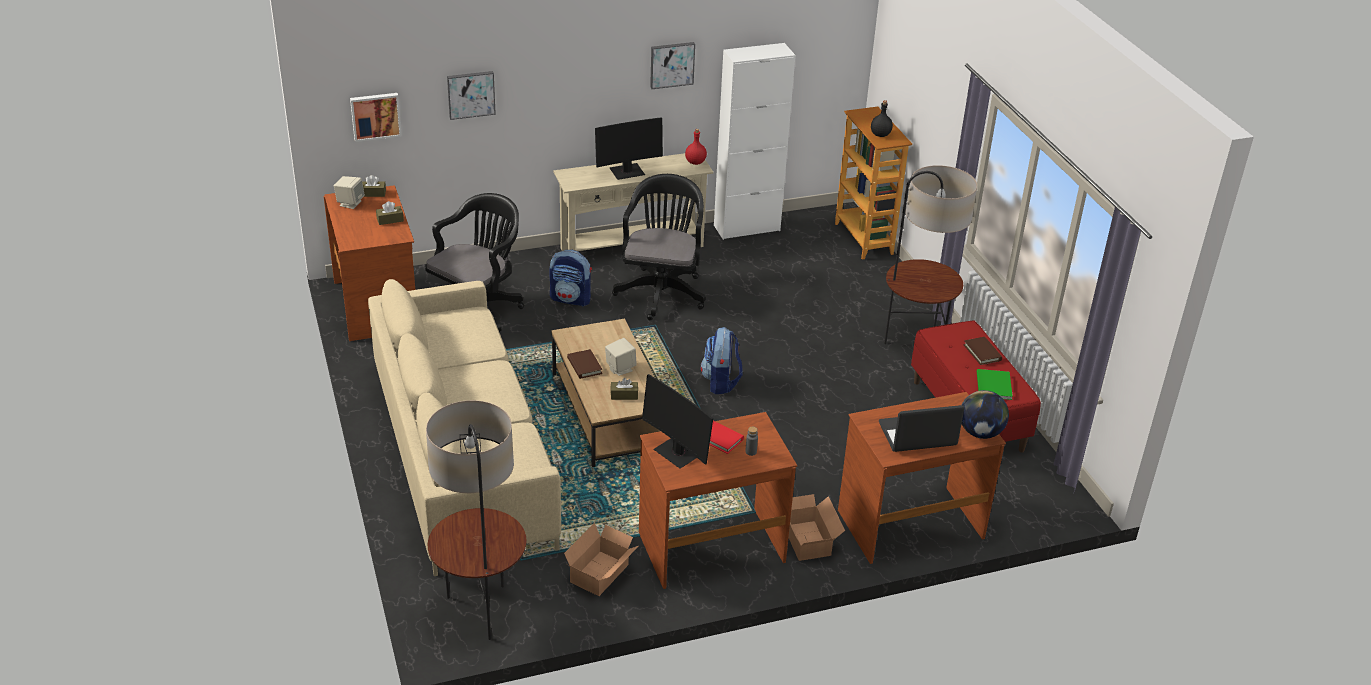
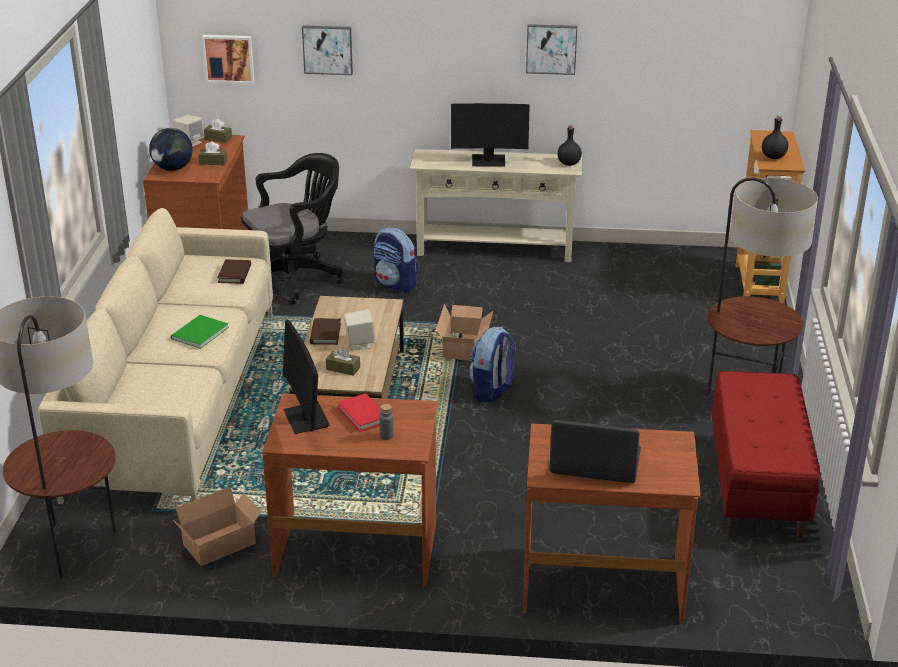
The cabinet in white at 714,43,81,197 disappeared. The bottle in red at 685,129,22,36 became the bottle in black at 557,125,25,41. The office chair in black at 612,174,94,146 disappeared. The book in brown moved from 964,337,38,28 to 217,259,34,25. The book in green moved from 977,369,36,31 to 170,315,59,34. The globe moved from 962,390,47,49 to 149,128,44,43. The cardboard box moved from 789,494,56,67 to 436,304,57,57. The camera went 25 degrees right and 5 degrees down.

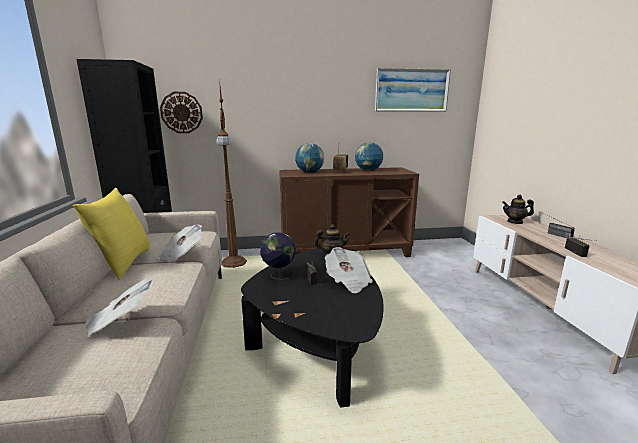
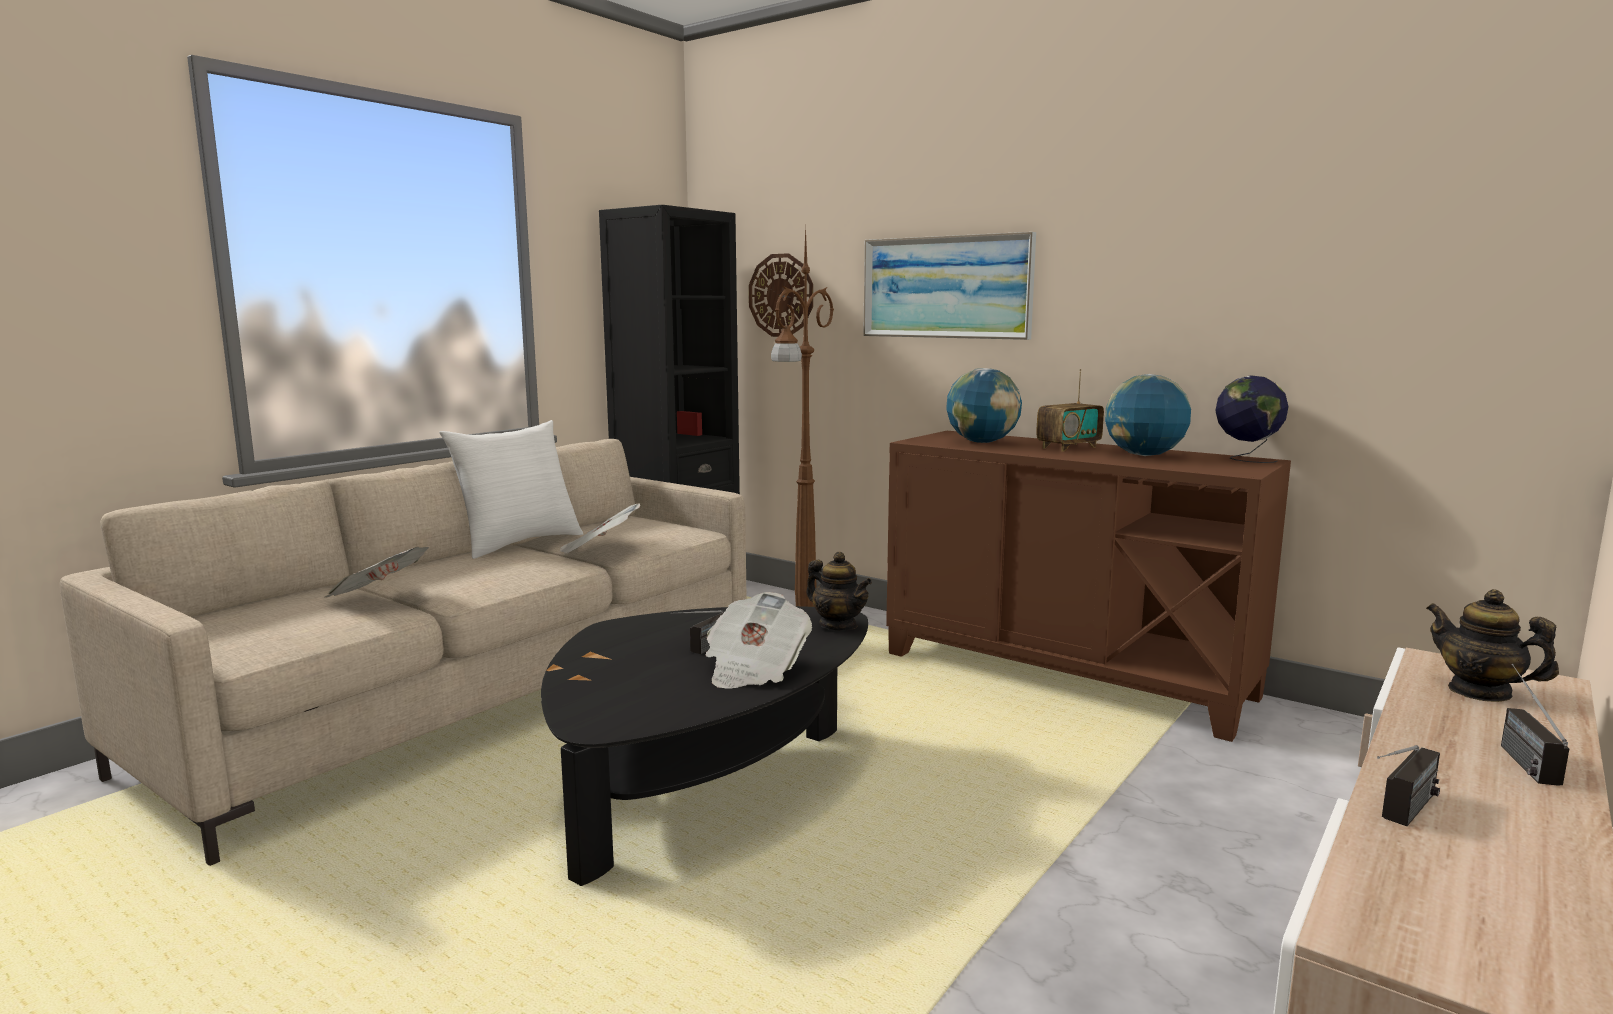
The picture moved from 375,68,76,44 to 863,232,173,108. The pillow in yellow at 73,188,78,92 became the pillow in white at 439,420,144,139. The globe moved from 260,232,36,48 to 1215,375,74,88. The camera went 45 degrees right and 5 degrees down.

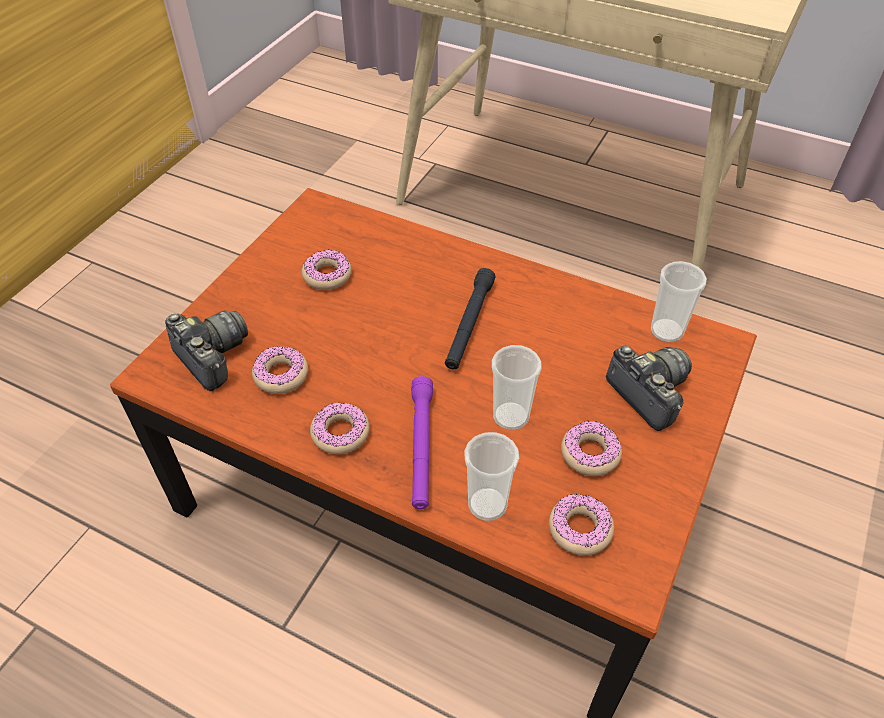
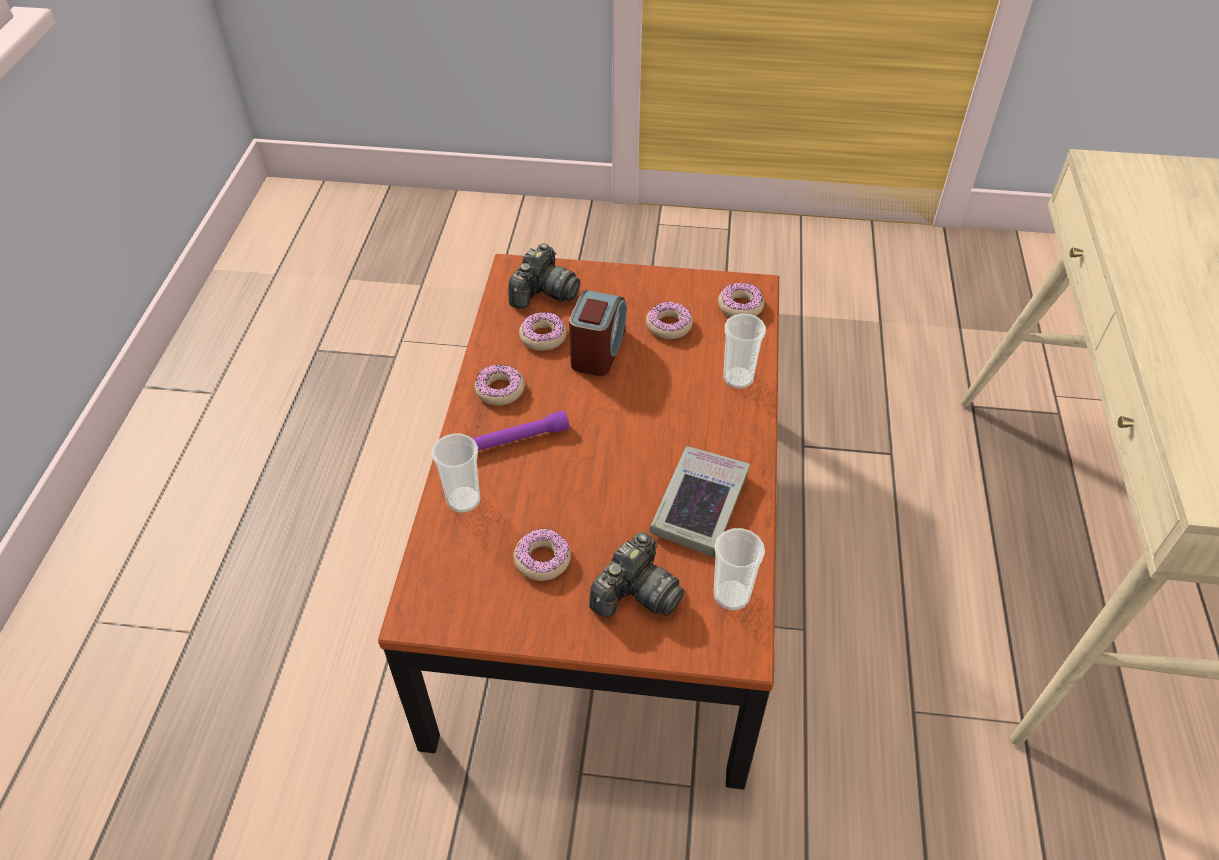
The flashlight in black at 445,268,50,101 disappeared. The cup moved from 492,345,50,85 to 723,313,43,76. The donut moved from 549,493,65,62 to 718,283,46,34. The alarm clock at 569,290,58,86 appeared. The book at 649,446,101,111 appeared. The camera went 70 degrees right and 0 degrees up.

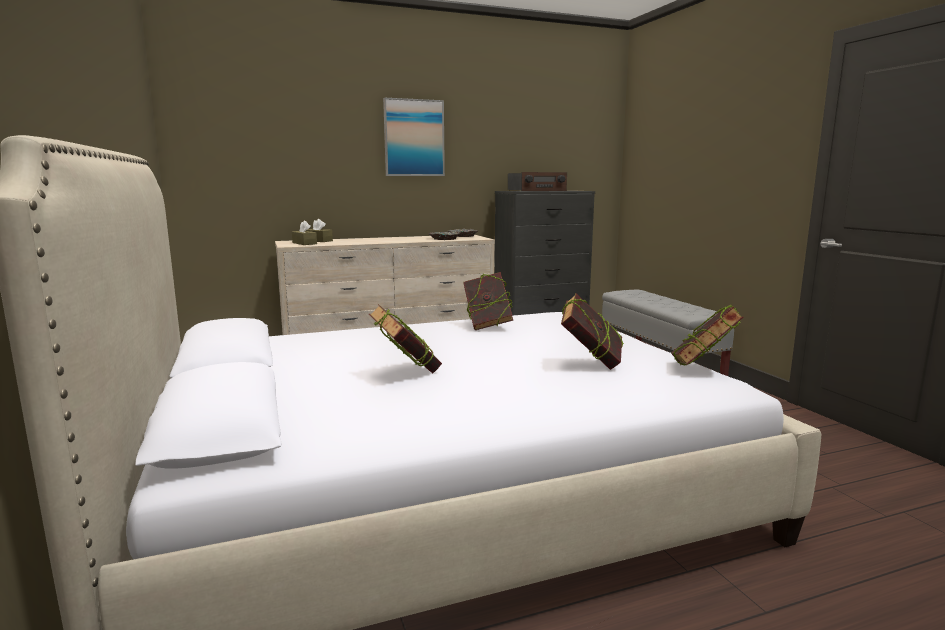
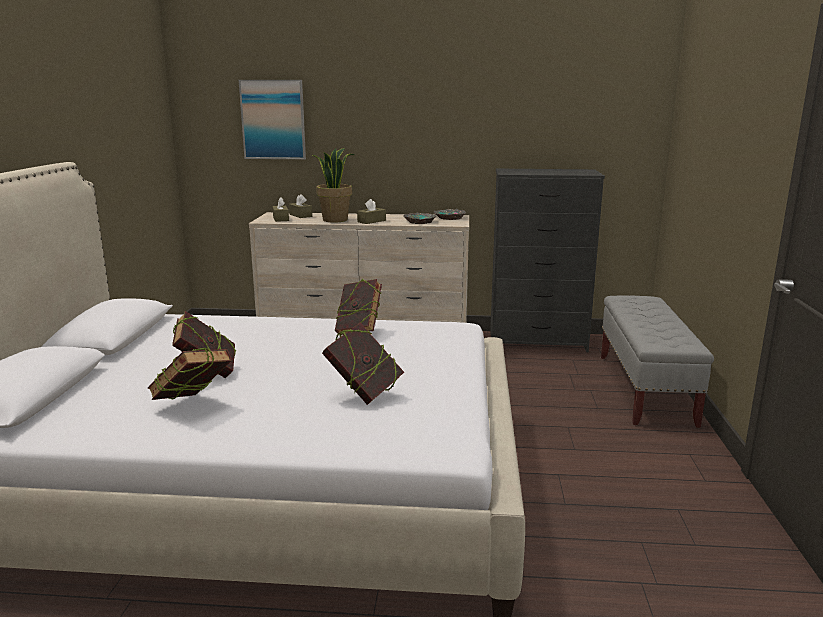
The picture moved from 383,98,62,78 to 239,80,67,79. The radio at 508,172,59,19 disappeared. The book moved from 671,305,73,61 to 148,347,84,53. The potted plant at 312,148,42,75 appeared. The tissue box in brown at 357,199,29,25 appeared. The camera went 25 degrees right and 5 degrees up.

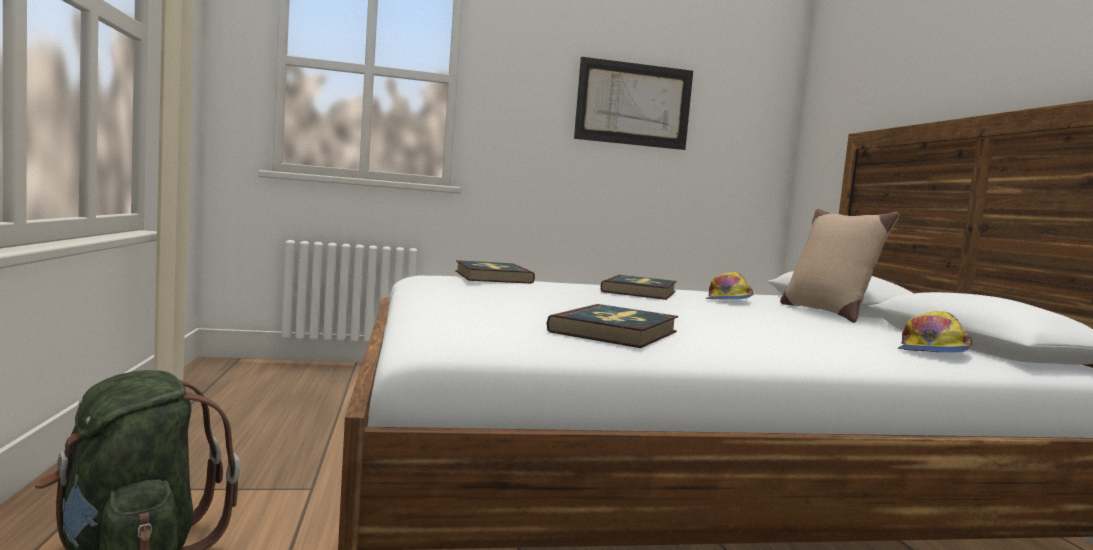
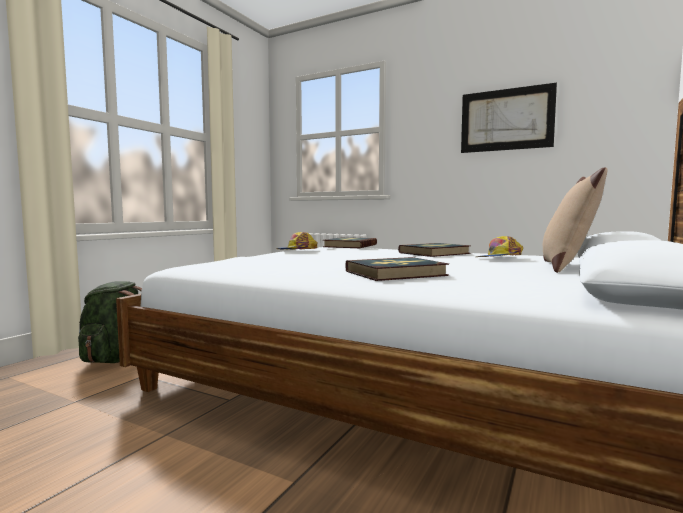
The book moved from 547,304,131,44 to 345,257,104,24. The cap moved from 898,311,75,42 to 276,232,42,17. The camera went 40 degrees right and 0 degrees up.

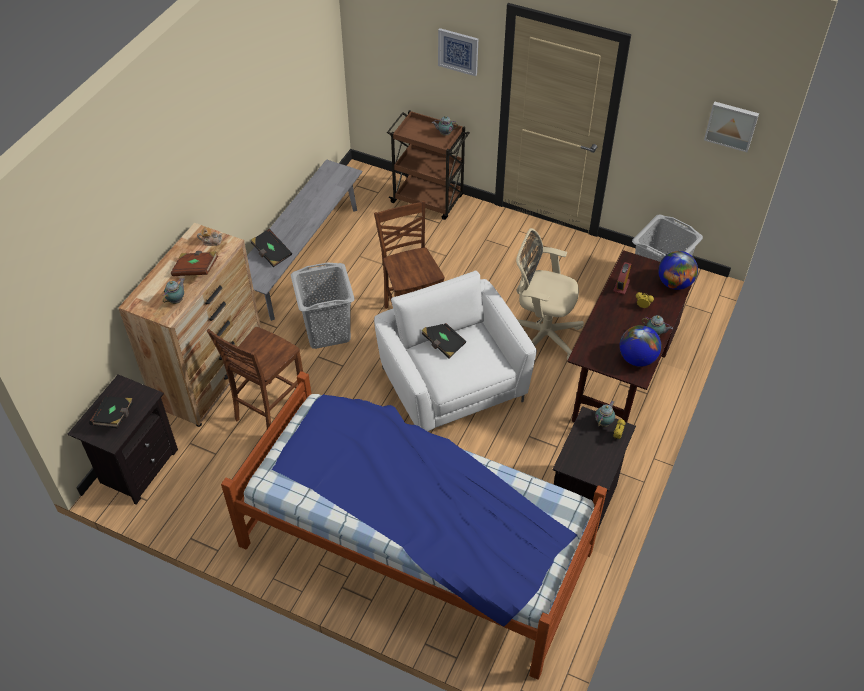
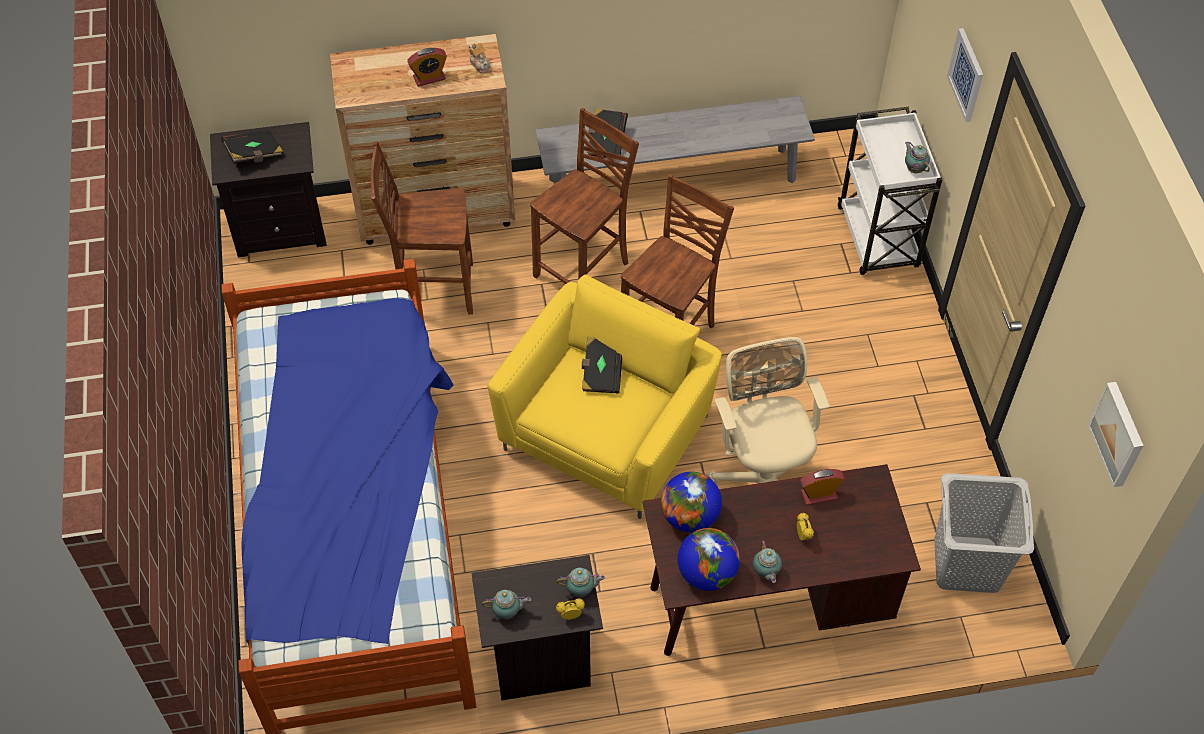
The cart in brown at 387,110,83,110 became the cart in white at 838,107,104,168. The book in brown at 171,251,47,25 was replaced by the alarm clock at 408,48,39,39. The globe moved from 658,251,40,39 to 661,472,61,61. The laundry basket in grey at 291,262,64,87 was replaced by the chair in brown at 530,108,109,176. The armchair in white at 374,271,163,160 became the armchair in yellow at 488,274,234,245. The teapot moved from 163,278,22,26 to 482,589,49,30. The camera went 55 degrees right and 5 degrees up.

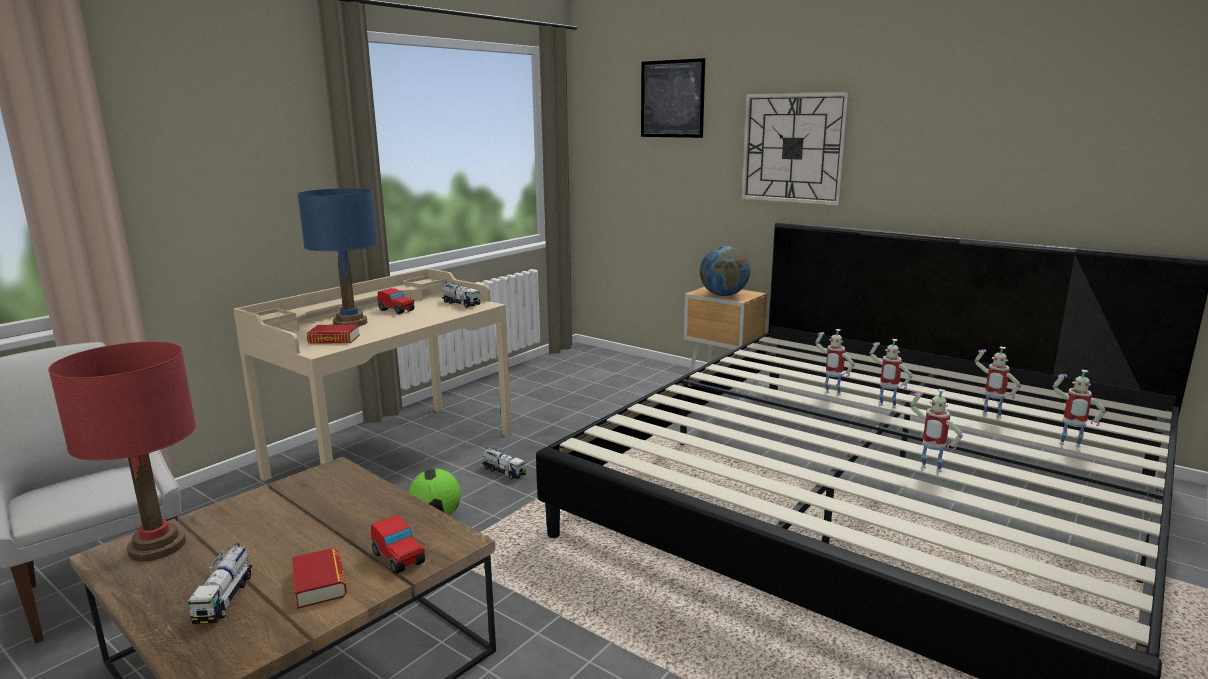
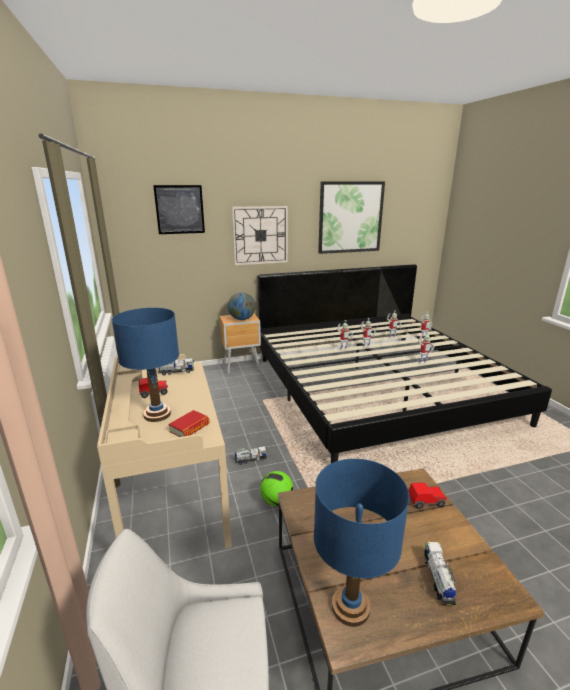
The table lamp in red at 48,342,148,219 became the table lamp in blue at 314,459,96,168. The toy truck at 188,543,64,81 turned 120 degrees counterclockwise. The book at 292,548,55,61 disappeared. The picture at 318,182,67,72 appeared. The camera went 55 degrees left and 5 degrees up.

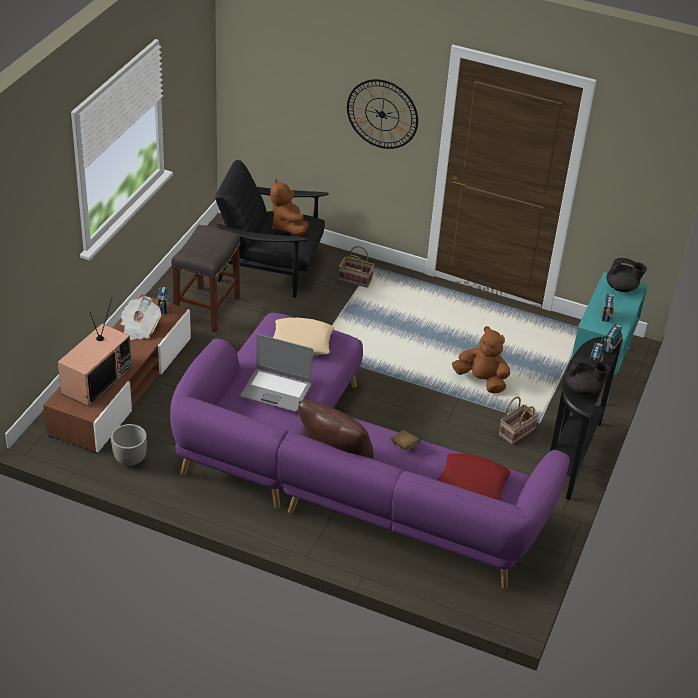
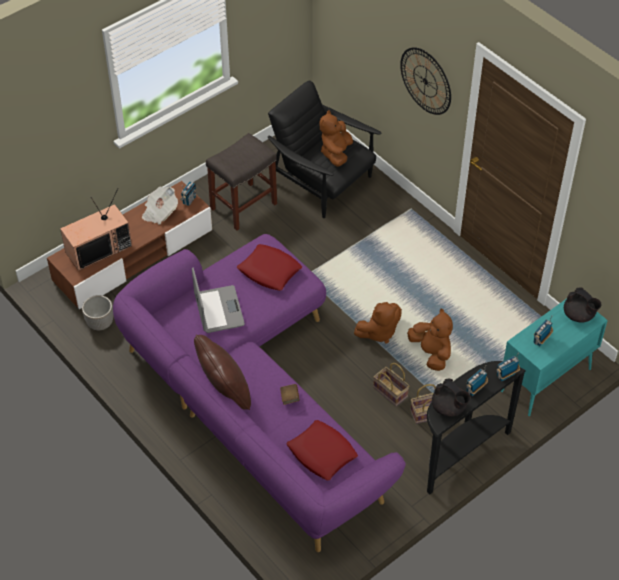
The basket moved from 339,246,35,42 to 373,363,37,43. The pillow in beige at 273,318,61,37 became the pillow in red at 237,244,65,47. The laptop at 240,334,74,78 turned 150 degrees counterclockwise. The plush toy in brown at 354,302,48,41 appeared. The camera went 30 degrees right and 10 degrees up.

